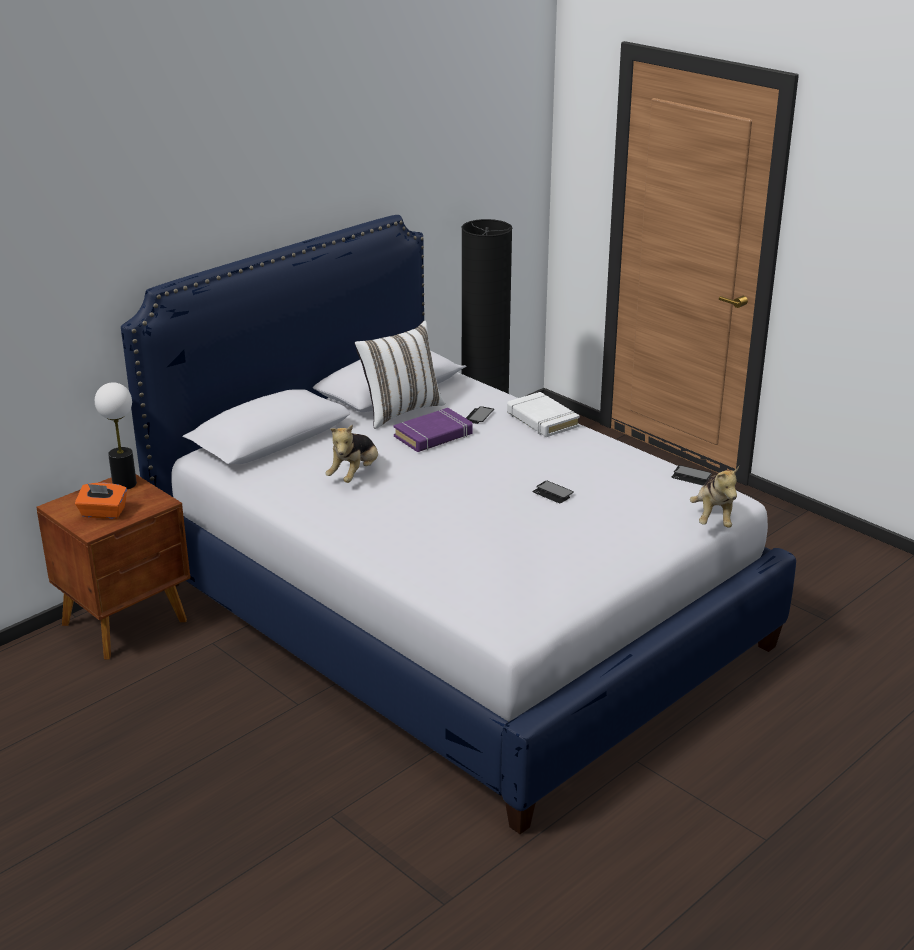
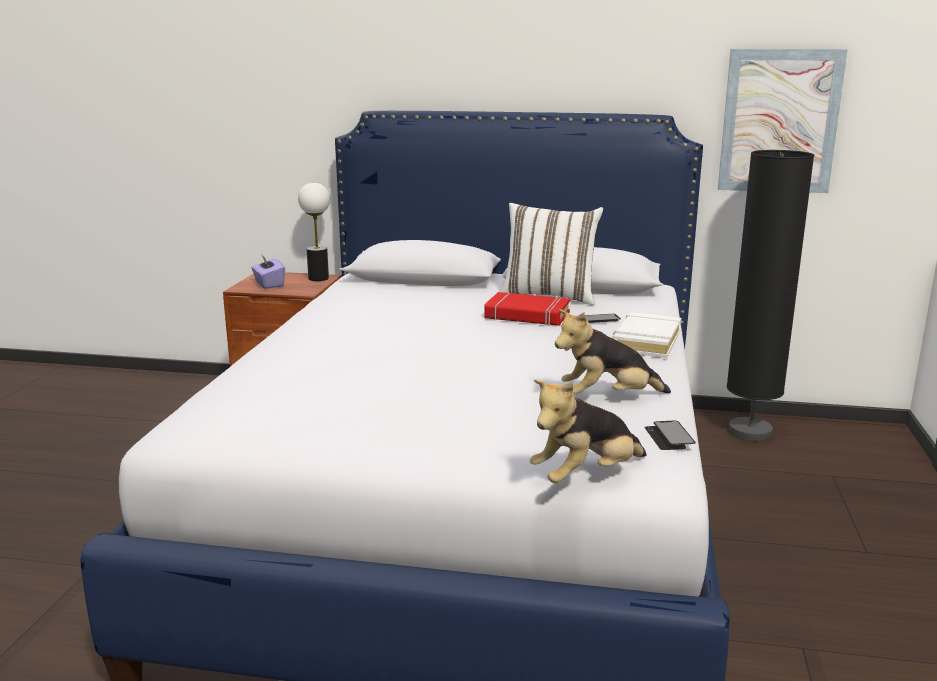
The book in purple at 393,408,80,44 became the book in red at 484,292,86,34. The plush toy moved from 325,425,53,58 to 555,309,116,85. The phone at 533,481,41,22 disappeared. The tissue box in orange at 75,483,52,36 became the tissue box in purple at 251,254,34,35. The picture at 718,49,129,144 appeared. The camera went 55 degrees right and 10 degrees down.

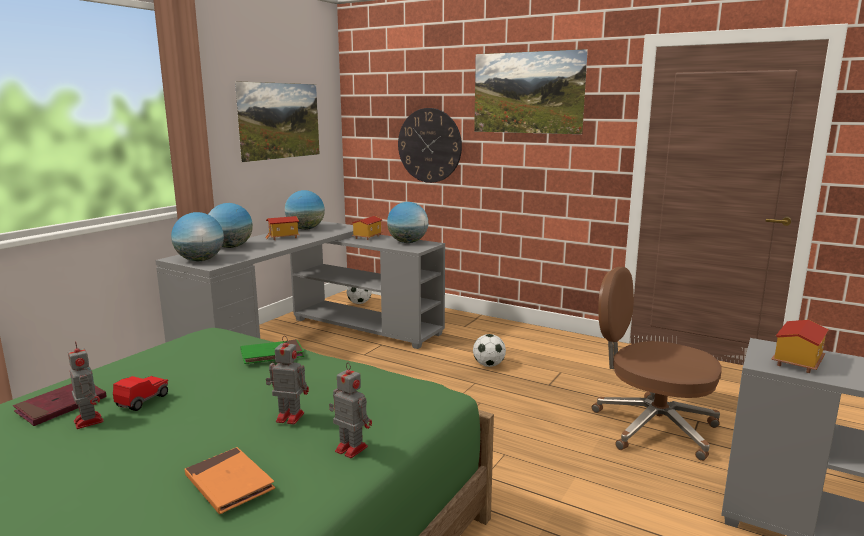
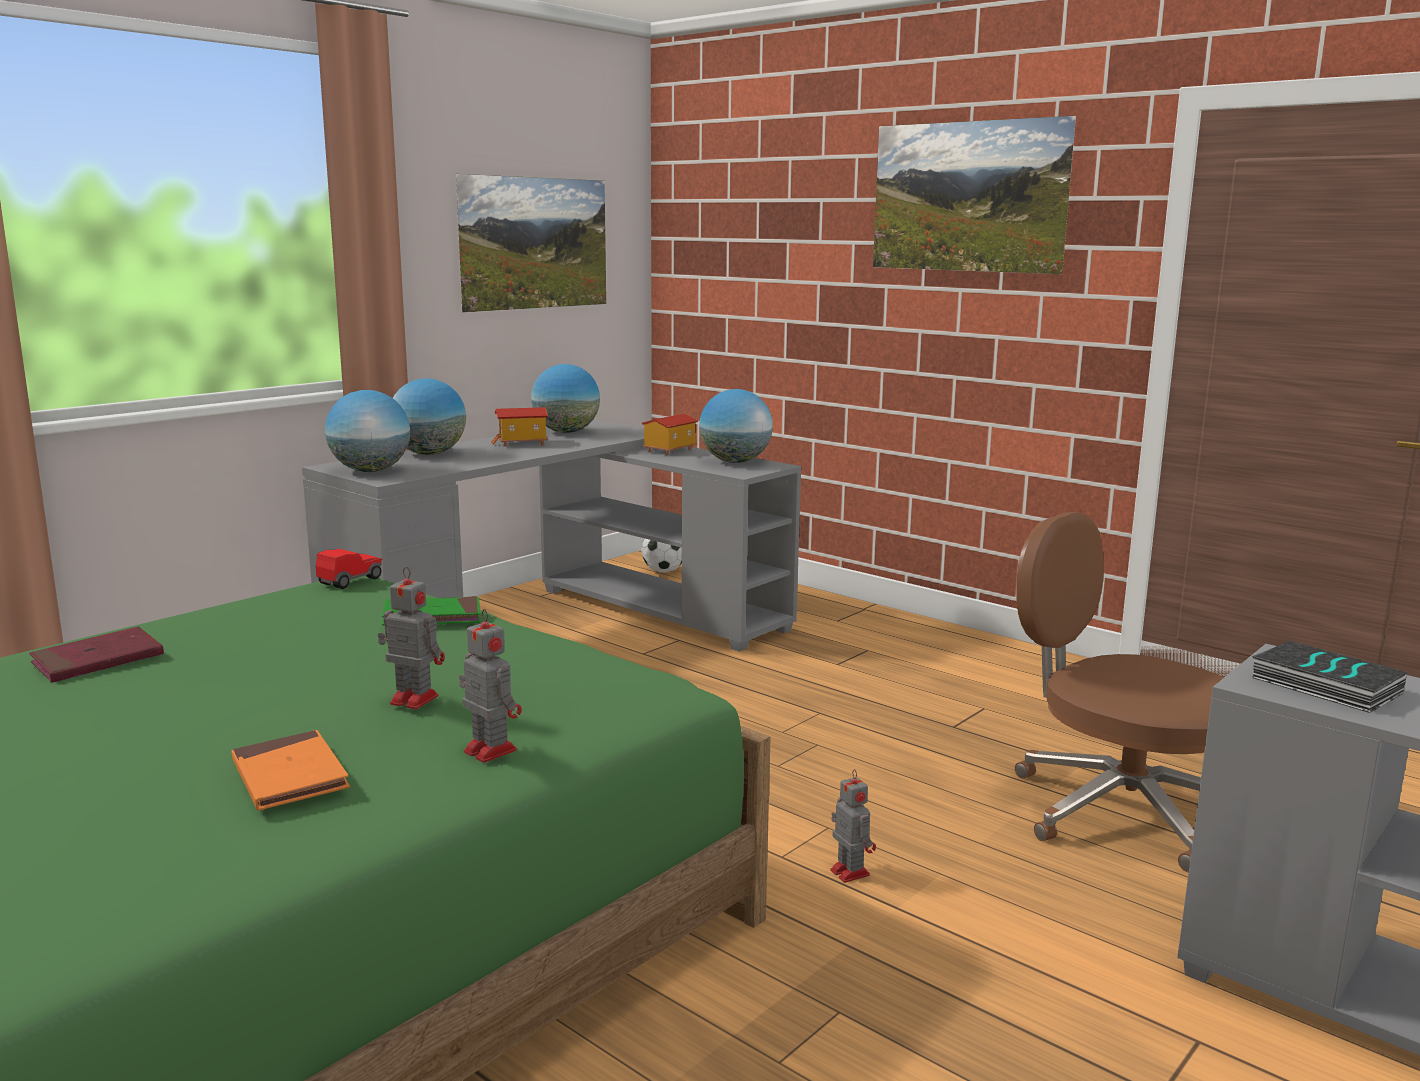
The wall clock at 398,108,64,75 disappeared. The toy house at 771,320,58,53 was replaced by the book at 1252,640,155,73. The football at 473,334,33,33 disappeared. The toy robot moved from 68,341,36,88 to 830,769,46,114. The toy car moved from 113,376,55,35 to 316,549,66,40. The camera went 10 degrees right and 0 degrees up.

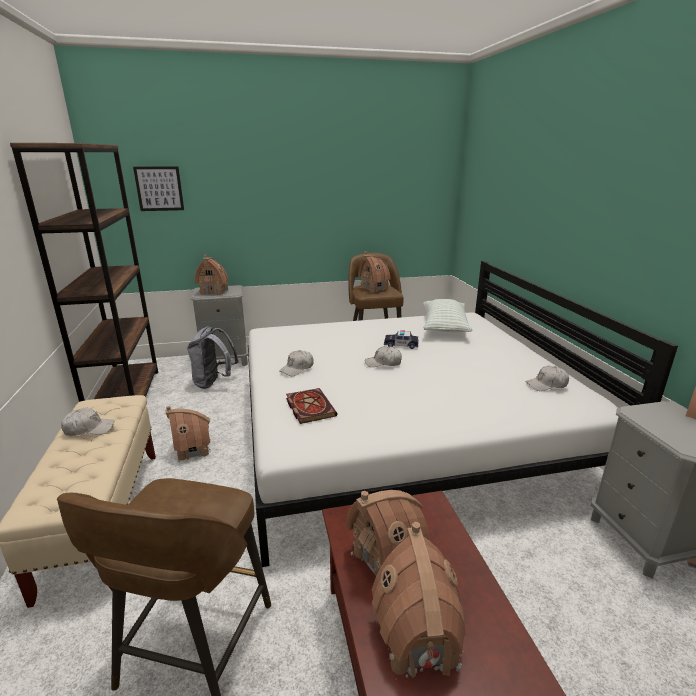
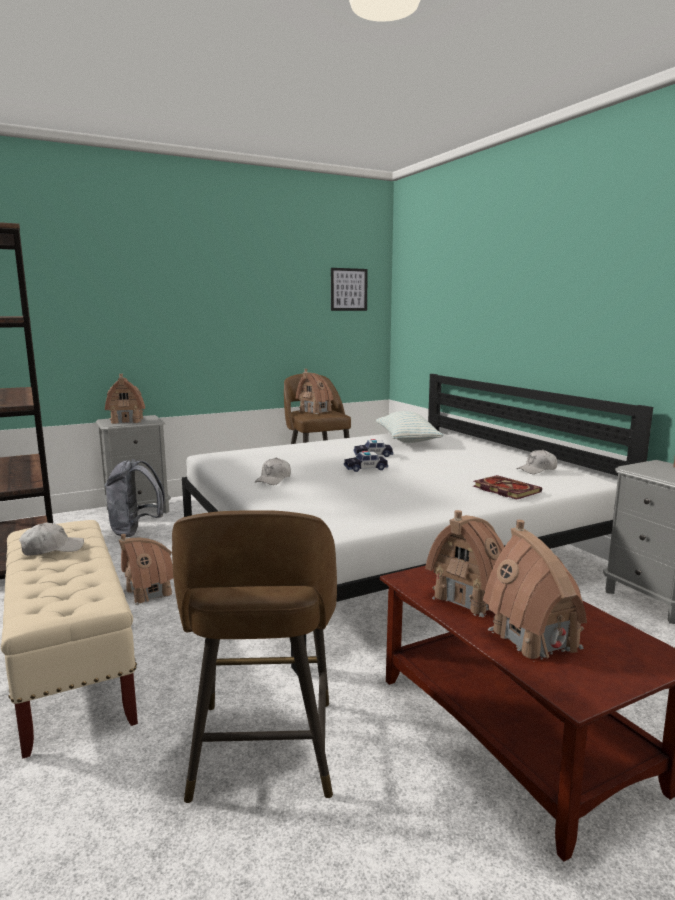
The picture moved from 133,166,51,45 to 331,268,37,43. The cap in white at 365,346,37,21 was replaced by the toy car at 344,451,44,21. The book moved from 286,388,51,36 to 473,475,69,24. The camera went 15 degrees left and 10 degrees down.

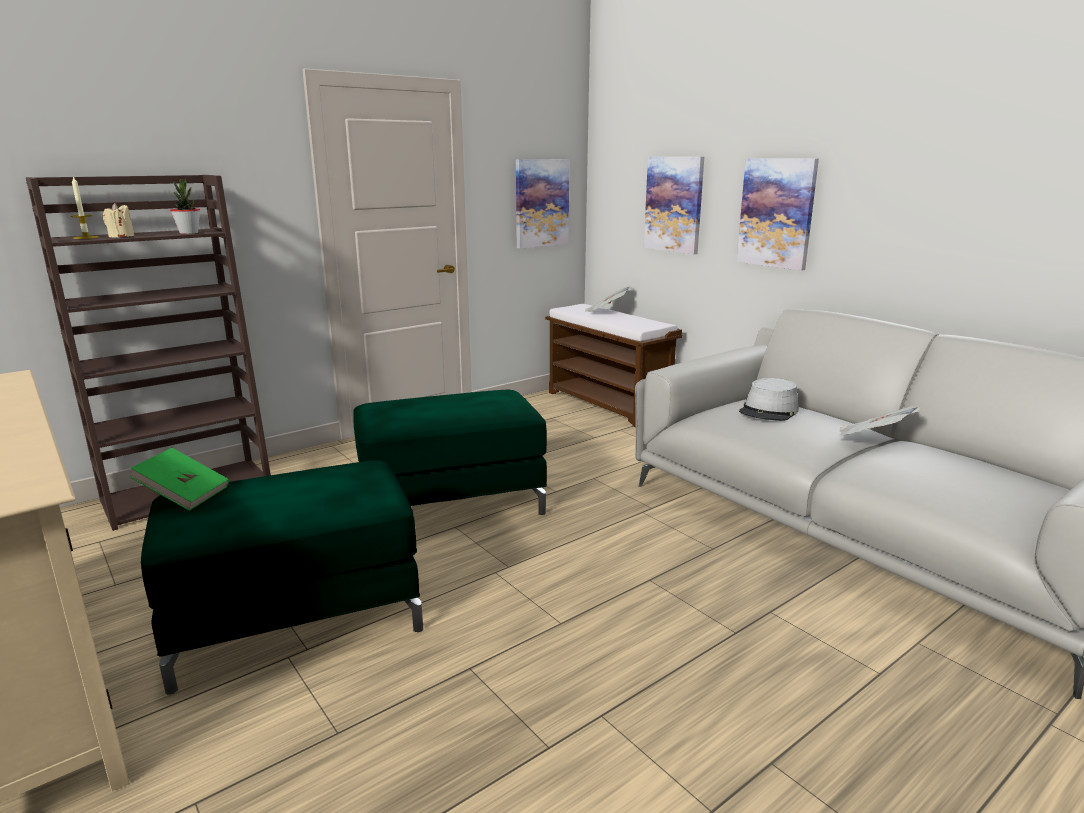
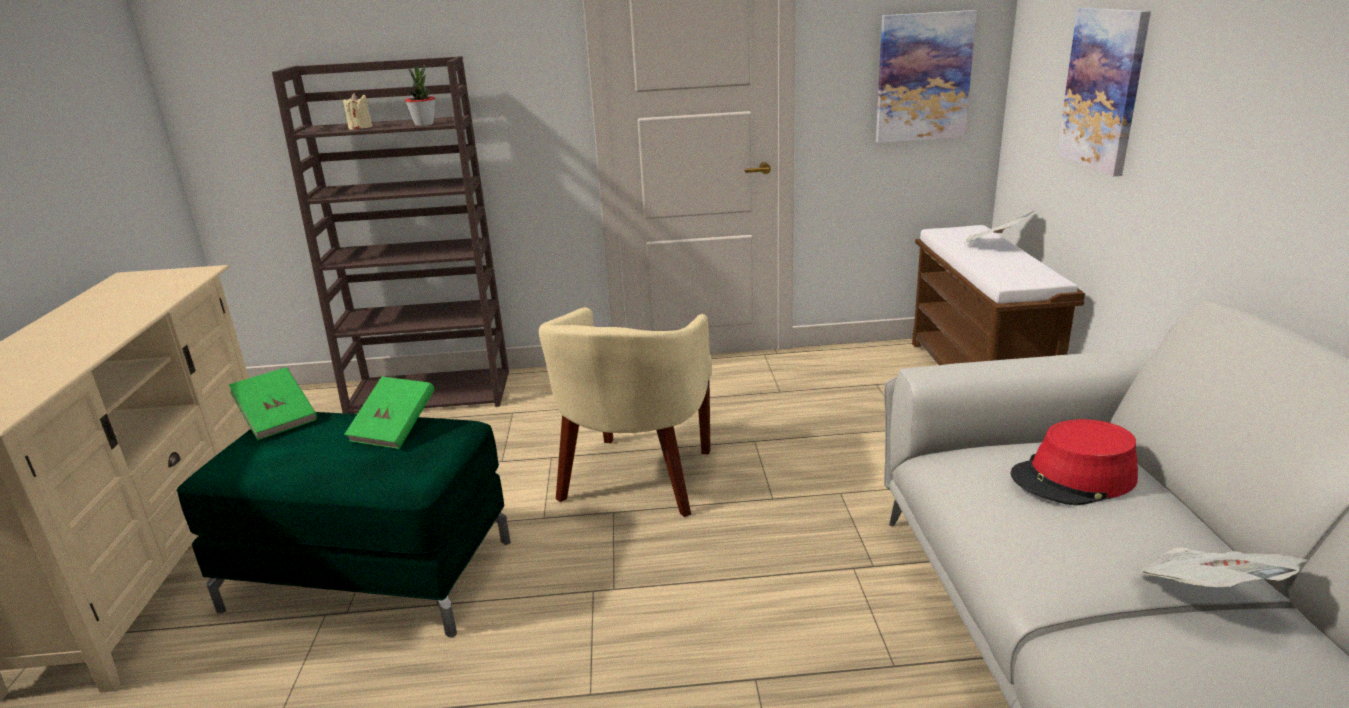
The picture at 736,158,83,113 disappeared. The candle at 71,176,28,63 disappeared. The hat in grey at 739,378,60,43 became the hat in red at 1011,419,127,86. The ottoman in green at 353,390,194,125 was replaced by the armchair in beige at 539,307,173,210. The book in green at 344,377,91,72 appeared. The camera went 35 degrees right and 5 degrees up.

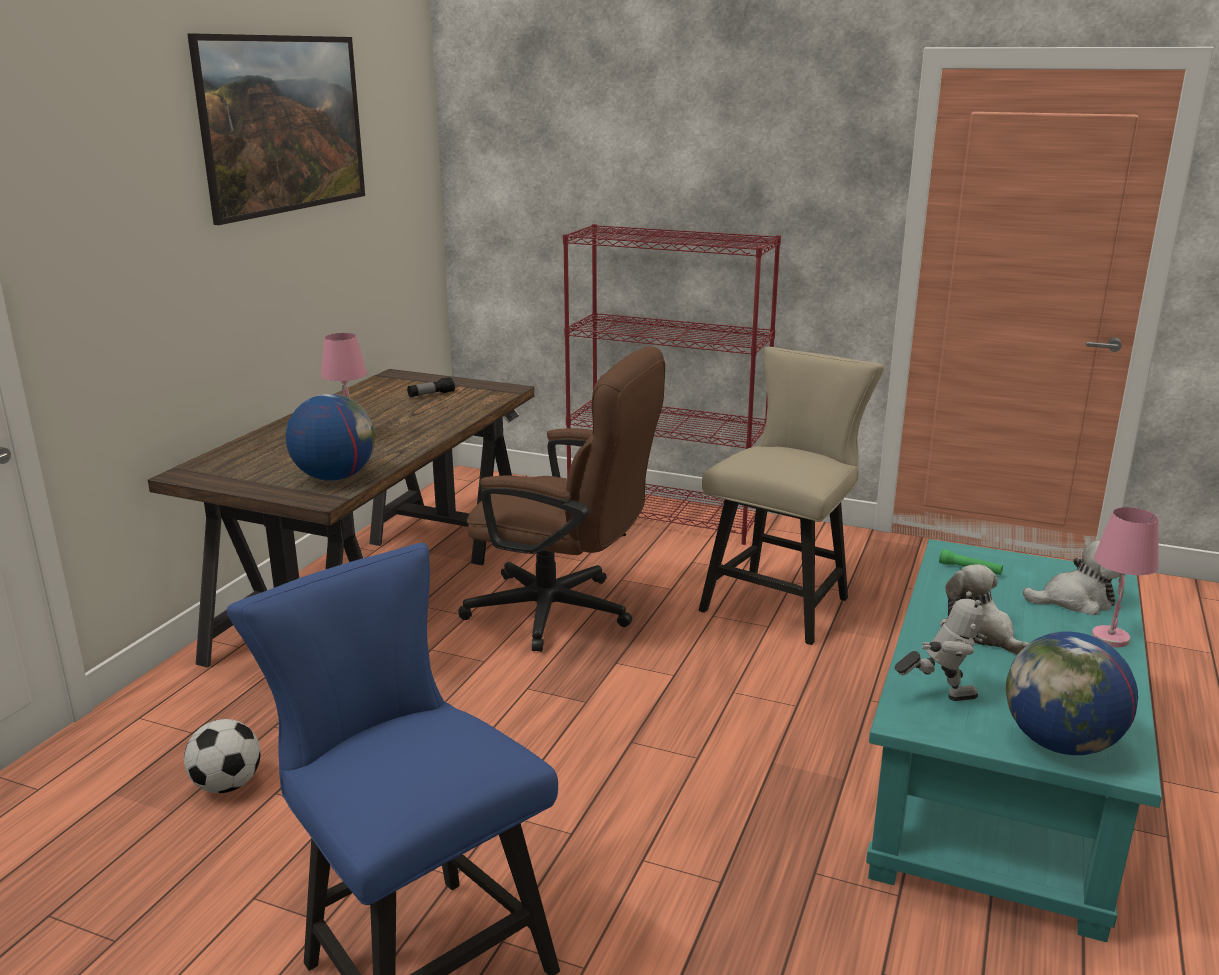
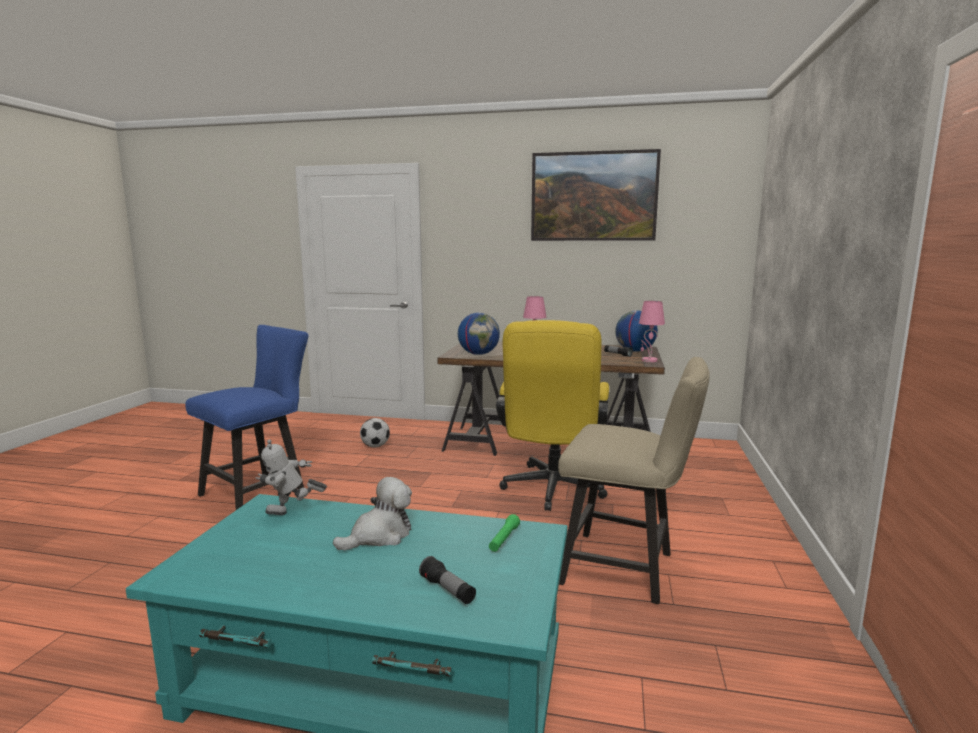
The bookcase in red at 563,224,218,321 disappeared. The office chair in brown at 458,346,207,306 became the office chair in yellow at 496,320,113,191. The table lamp in pink moved from 1092,507,66,140 to 639,301,26,61. The plush toy at 1023,540,98,75 was replaced by the flashlight at 419,556,57,48. The toy robot at 895,591,91,110 turned 90 degrees clockwise. The globe moved from 1006,632,132,123 to 615,310,43,42. The camera went 80 degrees right and 10 degrees down.

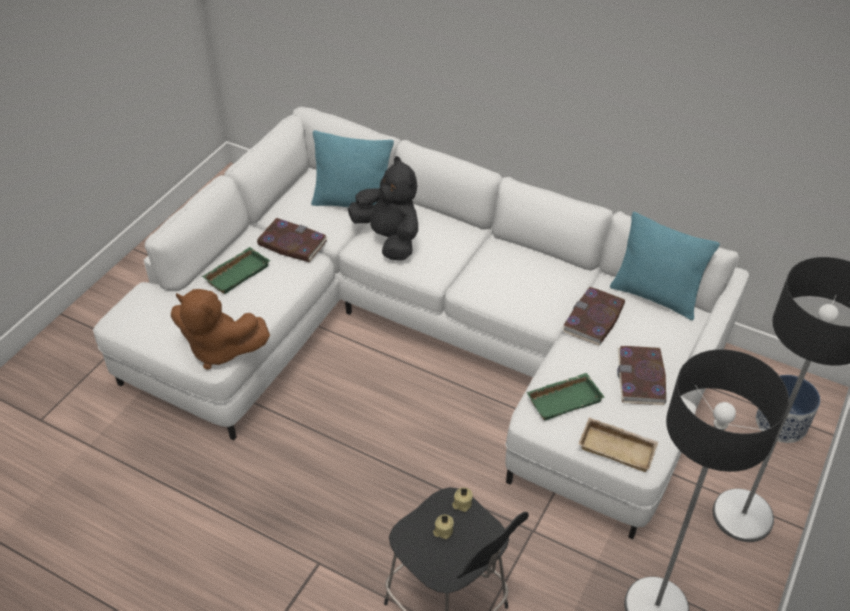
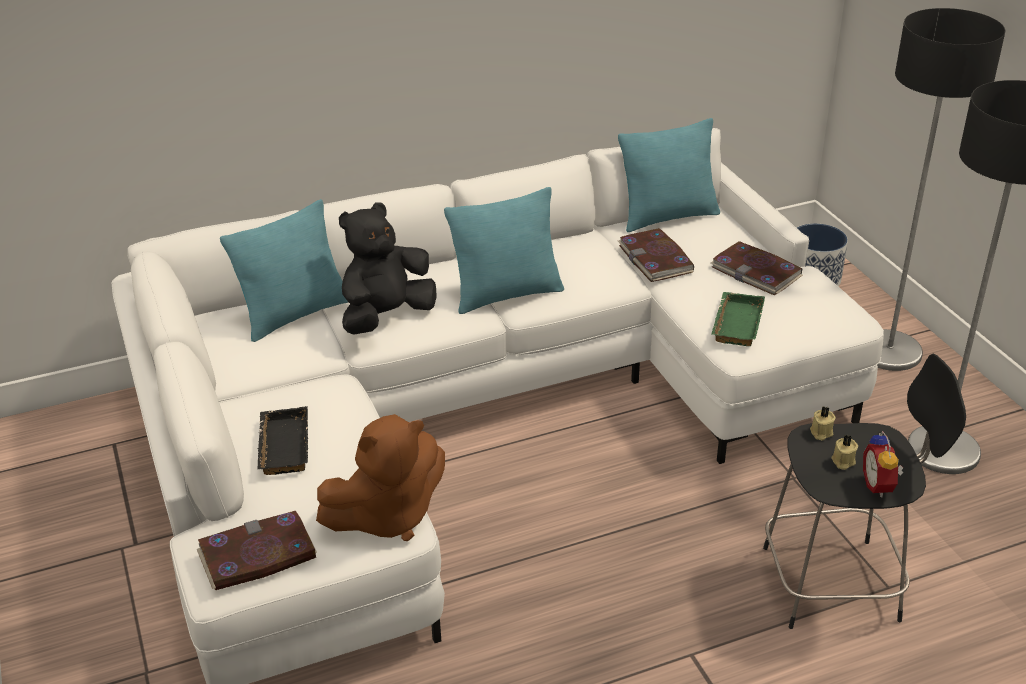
The plush toy in black at 348,156,70,104 turned 45 degrees counterclockwise. The book moved from 257,218,71,44 to 197,511,120,79. The tray in green at 202,247,68,47 became the tray in black at 257,406,51,69. The tray in beige at 579,418,79,54 disappeared. The pillow in turquoise at 444,187,120,127 appeared. The alarm clock at 863,431,41,67 appeared. The camera went 50 degrees left and 10 degrees down.

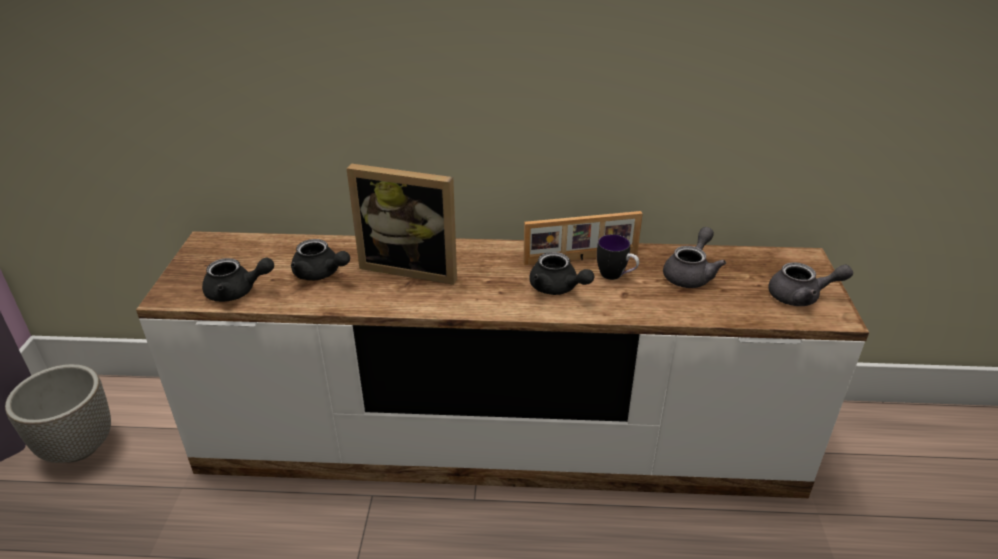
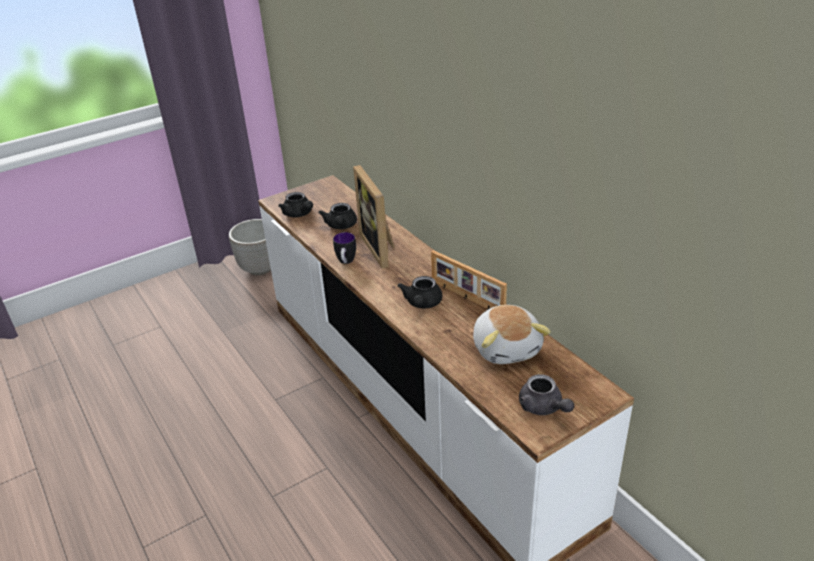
The teapot in grey at 663,227,63,61 was replaced by the plush toy at 473,305,78,59. The mug moved from 597,234,42,46 to 333,232,23,32. The camera went 55 degrees right and 0 degrees up.

